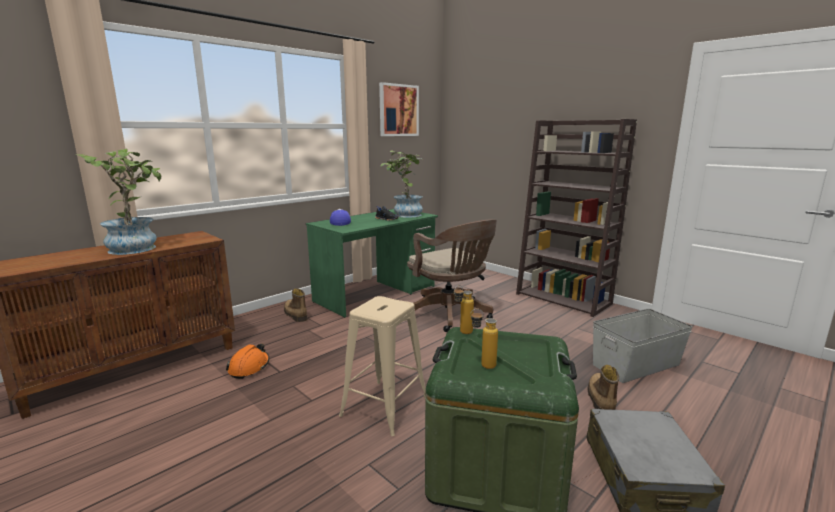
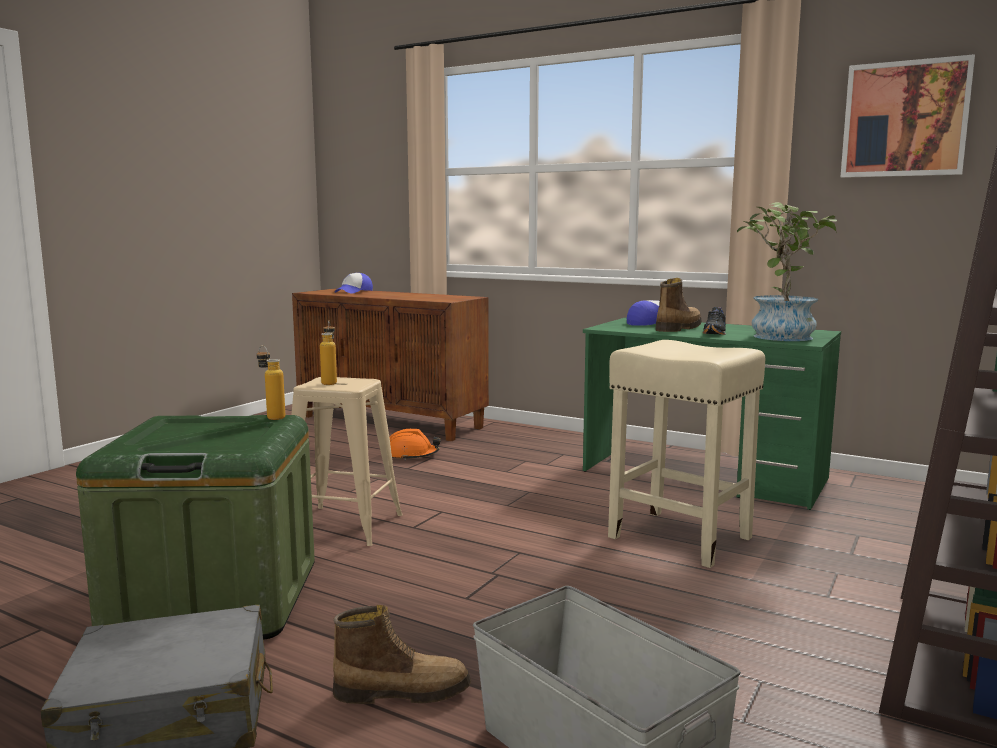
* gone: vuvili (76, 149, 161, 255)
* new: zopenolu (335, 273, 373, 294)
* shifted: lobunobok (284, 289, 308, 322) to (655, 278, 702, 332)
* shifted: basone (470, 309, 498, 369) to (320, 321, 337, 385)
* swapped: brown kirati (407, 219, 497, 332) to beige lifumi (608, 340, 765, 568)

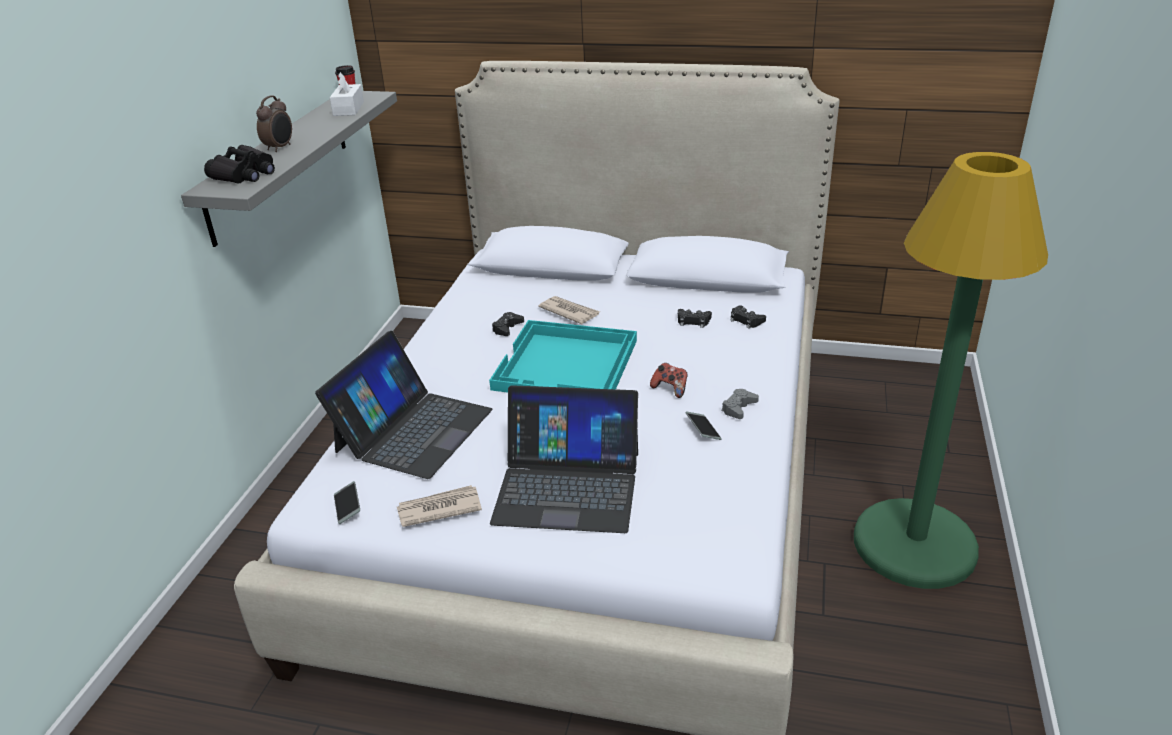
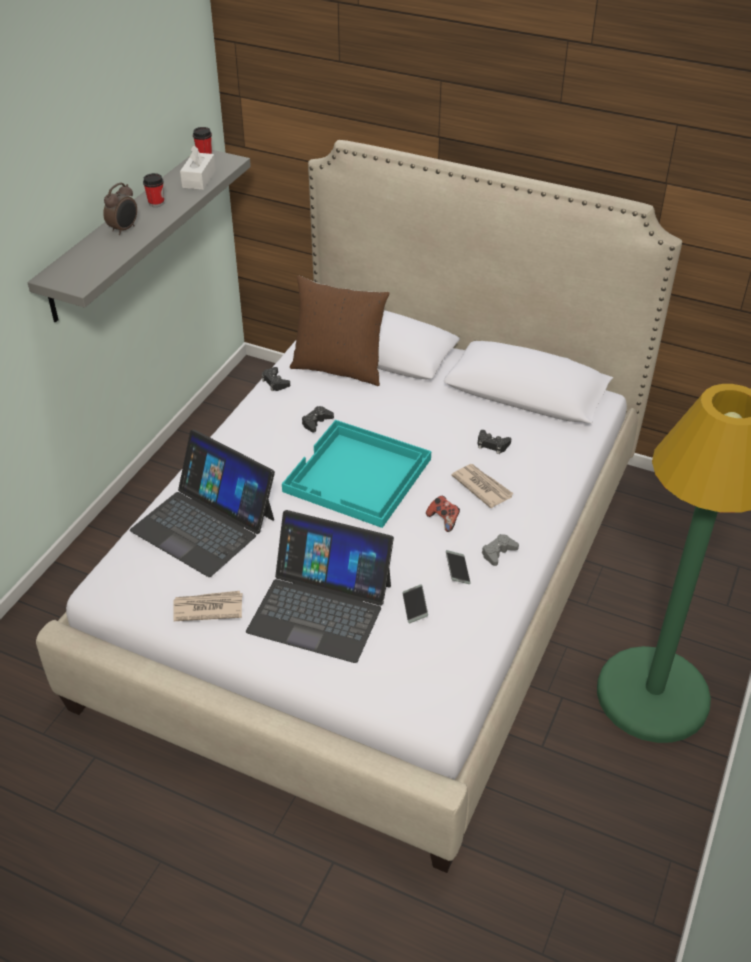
* gone: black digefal (204, 145, 275, 184)
* new: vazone (143, 173, 164, 207)
* new: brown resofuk (290, 276, 390, 386)
* shifted: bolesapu (334, 481, 360, 524) to (402, 584, 428, 623)
* shifted: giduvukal (538, 296, 600, 324) to (451, 464, 514, 508)
* shifted: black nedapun (730, 306, 766, 329) to (262, 367, 290, 391)
* rotated: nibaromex (315, 331, 492, 479) = (130, 430, 275, 577) 90 degrees clockwise

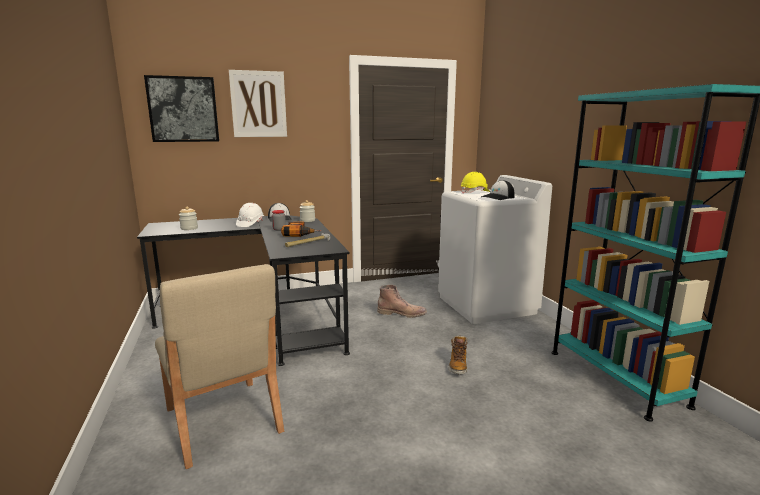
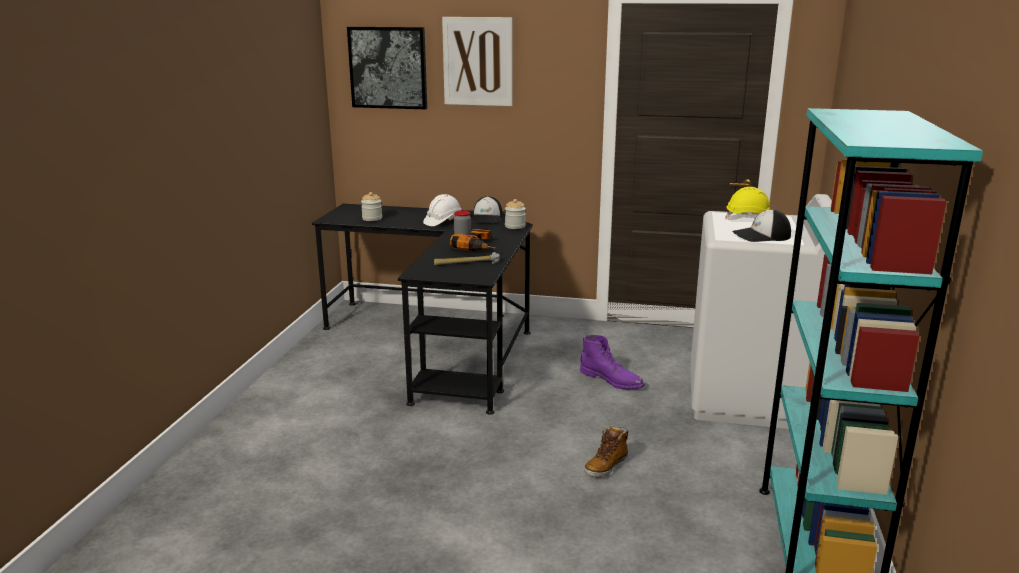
* gone: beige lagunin (155, 264, 284, 469)
* repainted: brown lobunobok (377, 285, 427, 318) to purple lobunobok (580, 335, 645, 390)

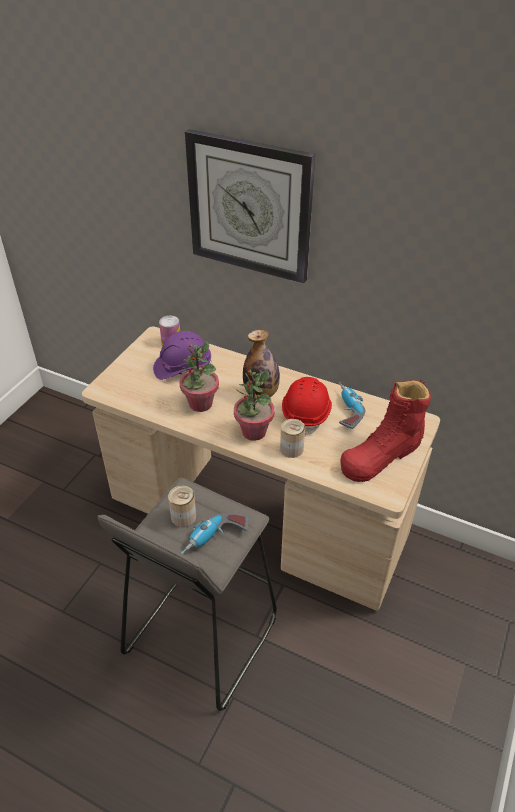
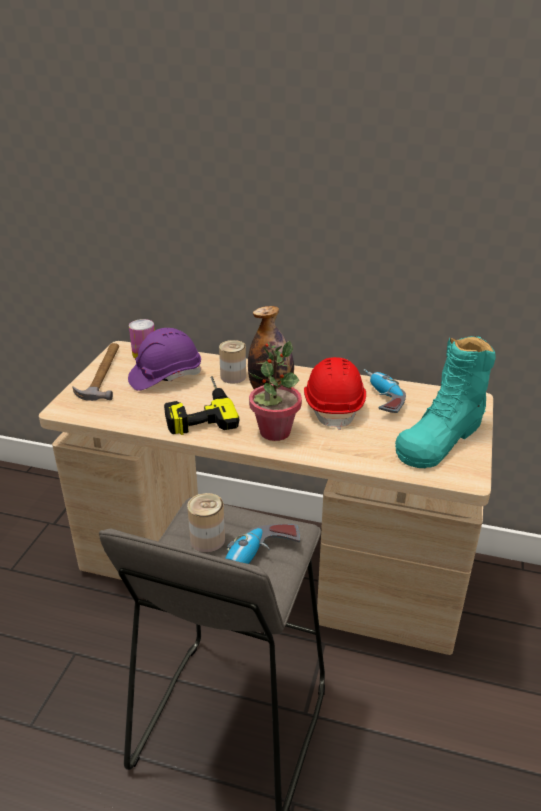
* gone: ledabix (185, 129, 315, 284)
* new: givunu (72, 343, 119, 401)
* shifted: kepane (280, 419, 305, 458) to (219, 340, 246, 384)
* swapped: vuvili (179, 341, 219, 412) to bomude (164, 377, 239, 435)
* repainted: red lobunobok (340, 380, 431, 482) to turquoise lobunobok (395, 336, 496, 468)

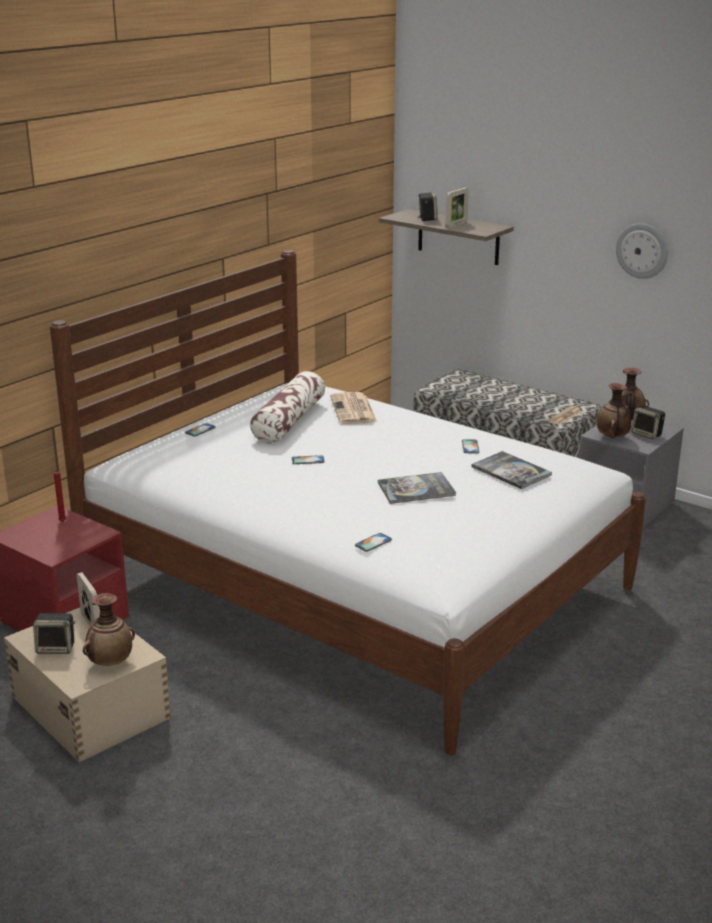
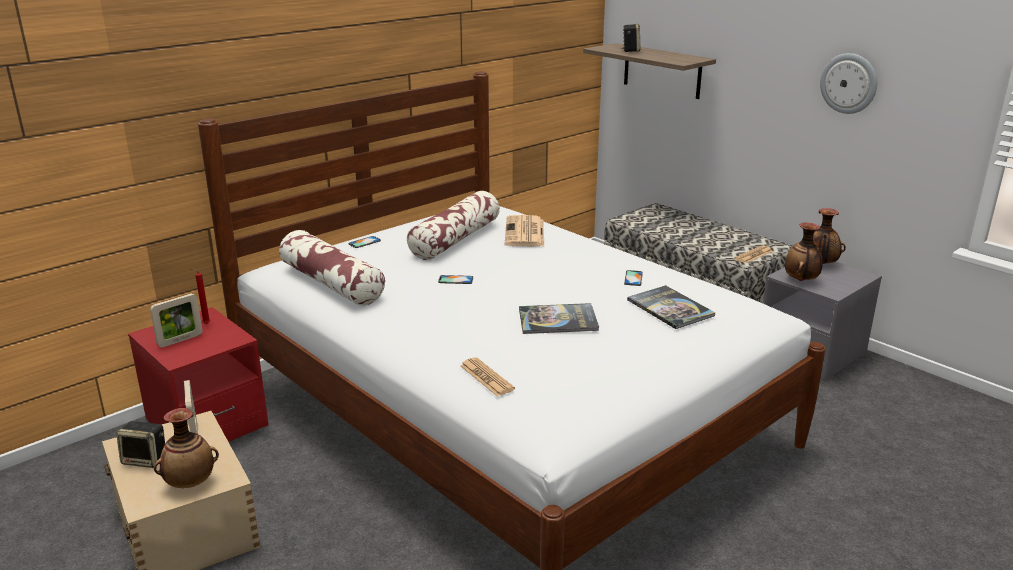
* gone: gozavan (631, 406, 665, 439)
* new: resofuk (279, 230, 385, 306)
* shifted: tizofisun (445, 188, 469, 228) to (150, 293, 203, 347)
* swapped: bolesapu (355, 533, 392, 552) to giduvukal (460, 358, 515, 396)

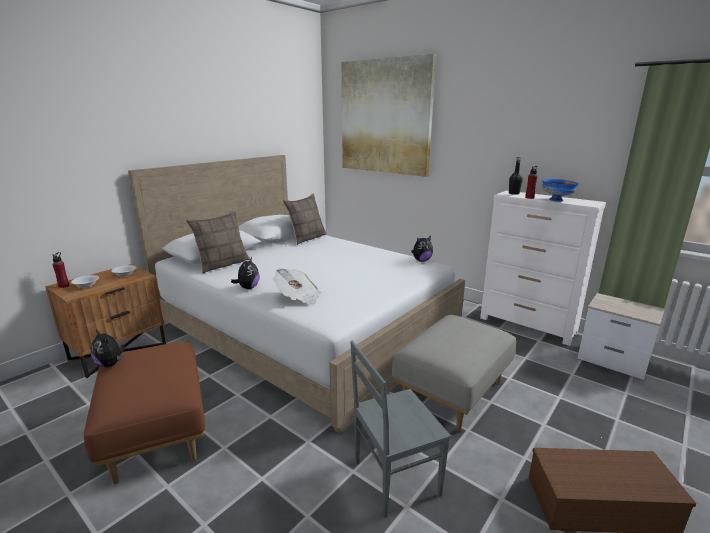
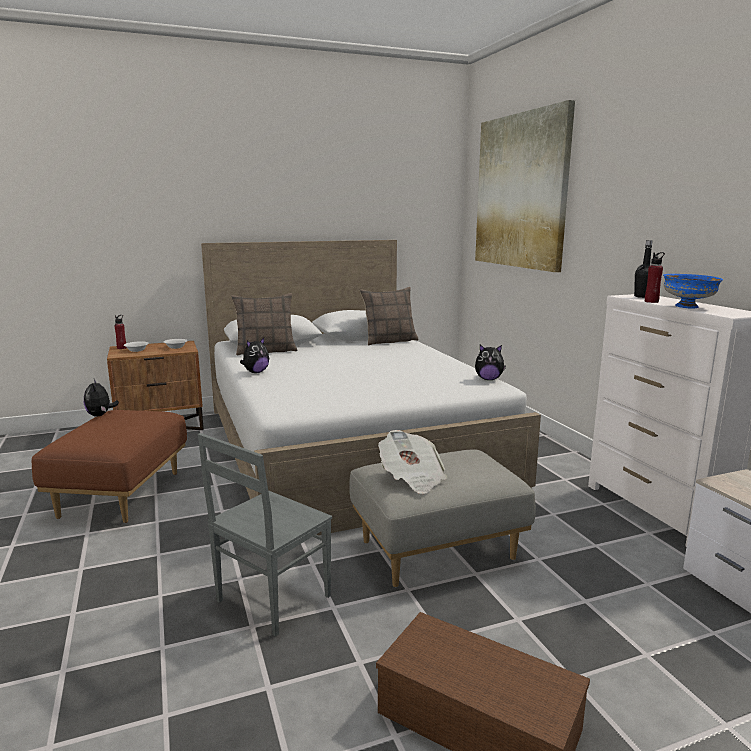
* shifted: giduvukal (273, 268, 321, 306) to (378, 430, 447, 494)
* rotated: grey lagunin (350, 341, 451, 518) = (198, 433, 332, 637) 60 degrees counterclockwise

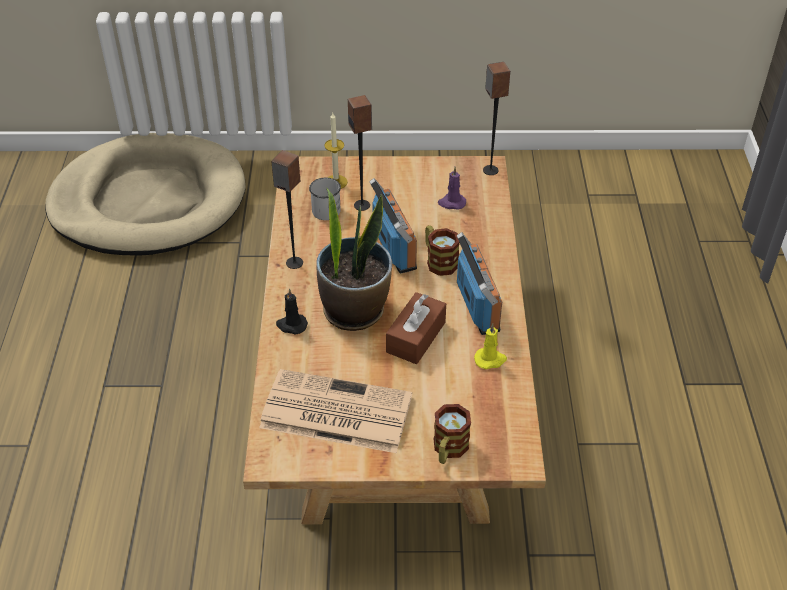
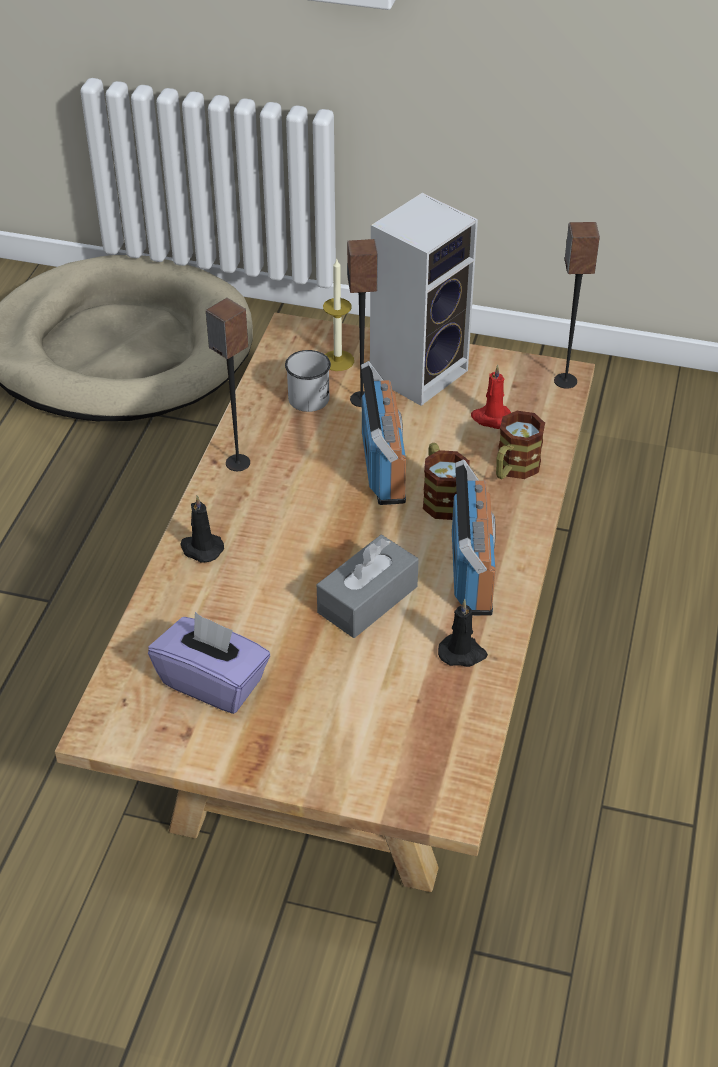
* gone: vuvili (316, 188, 392, 331)
* new: gozavan (370, 193, 478, 406)
* shifted: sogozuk (434, 404, 471, 464) to (496, 411, 545, 479)
* swapped: giduvukal (259, 369, 412, 453) to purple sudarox (148, 612, 270, 714)
* repainted: brown sudarox (386, 292, 446, 364) to grey sudarox (317, 535, 419, 638)
* repainted: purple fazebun (438, 167, 466, 209) to red fazebun (471, 364, 511, 429)
* repainted: yellow fazebun (474, 323, 507, 369) to black fazebun (438, 599, 488, 667)

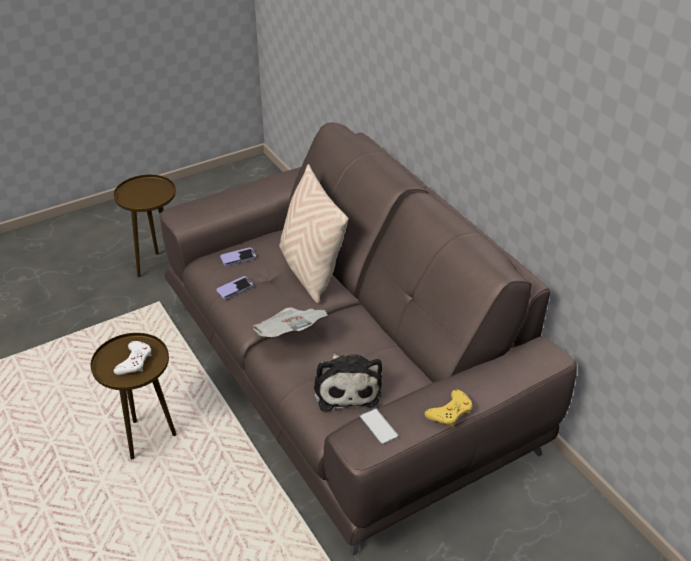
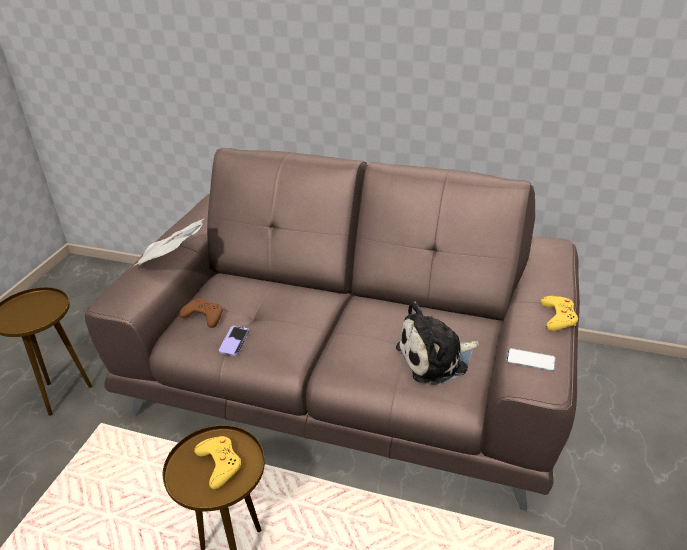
* gone: beige resofuk (279, 164, 349, 303)
* shifted: giduvukal (253, 307, 327, 337) to (134, 218, 205, 266)
* swapped: bolesapu (220, 247, 256, 266) to brown nedapun (179, 298, 223, 328)
* repainted: white nedapun (114, 341, 151, 375) to yellow nedapun (194, 436, 241, 489)
* rotated: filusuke (314, 354, 382, 411) = (396, 301, 479, 385) 120 degrees clockwise

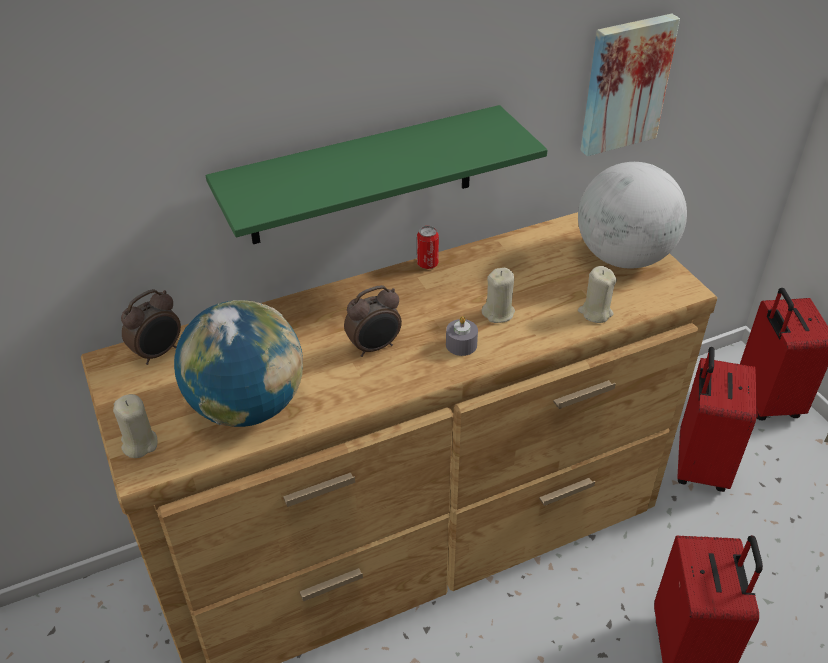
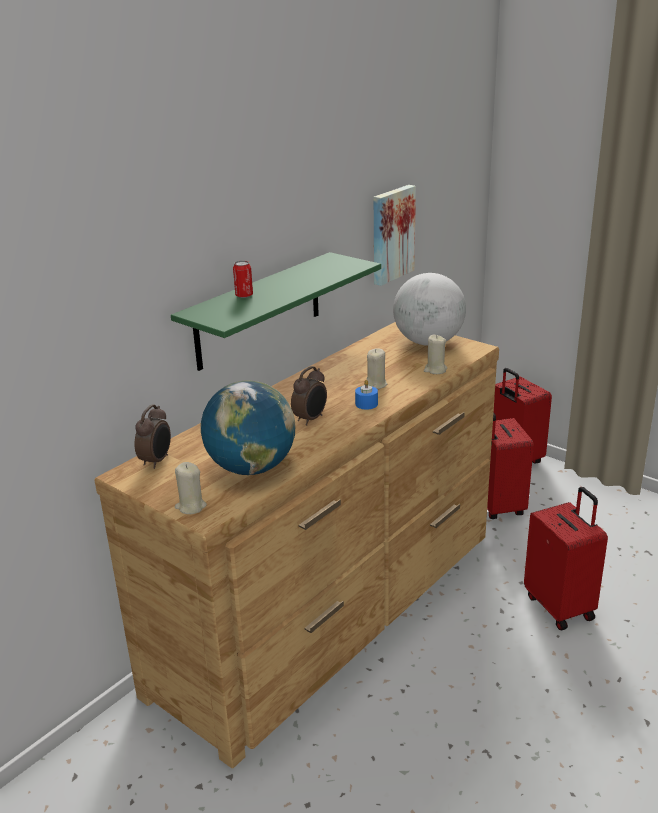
* shifted: kepane (417, 226, 439, 269) to (233, 261, 253, 298)
* repainted: grey fazebun (446, 316, 478, 356) to blue fazebun (355, 380, 378, 410)

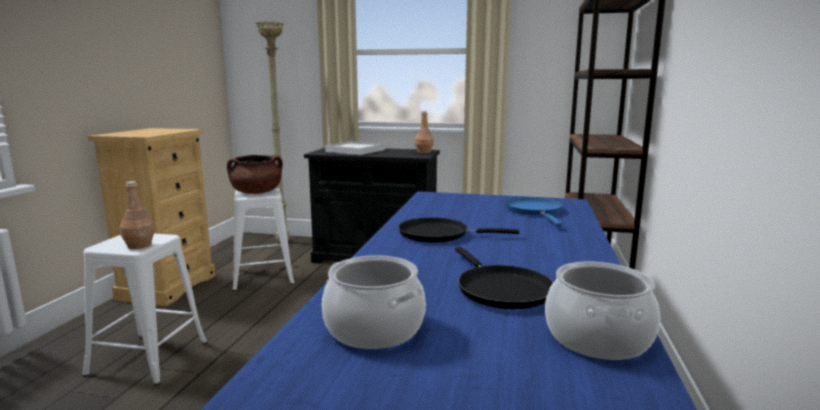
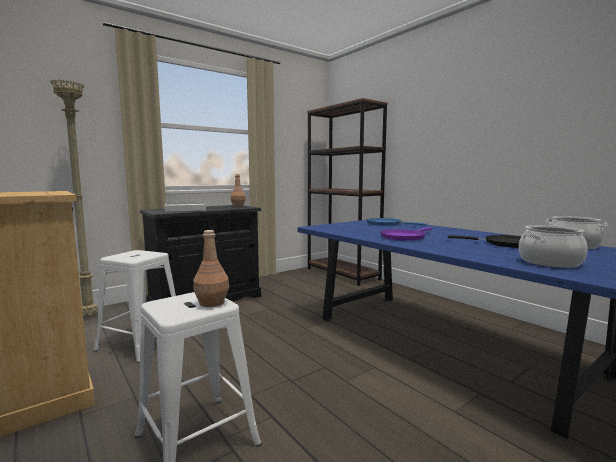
* gone: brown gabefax (227, 155, 283, 194)
* repainted: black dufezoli (398, 217, 519, 243) to purple dufezoli (380, 228, 432, 241)

